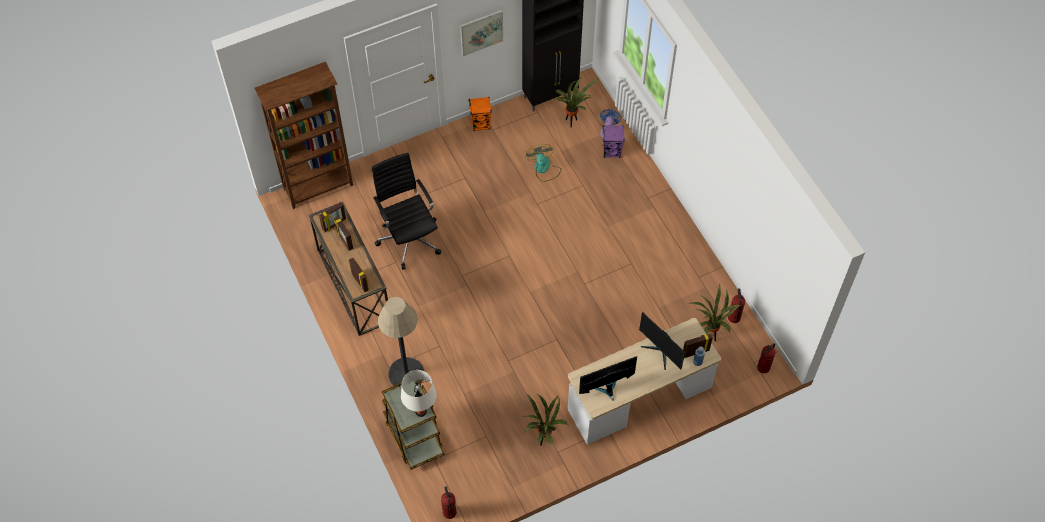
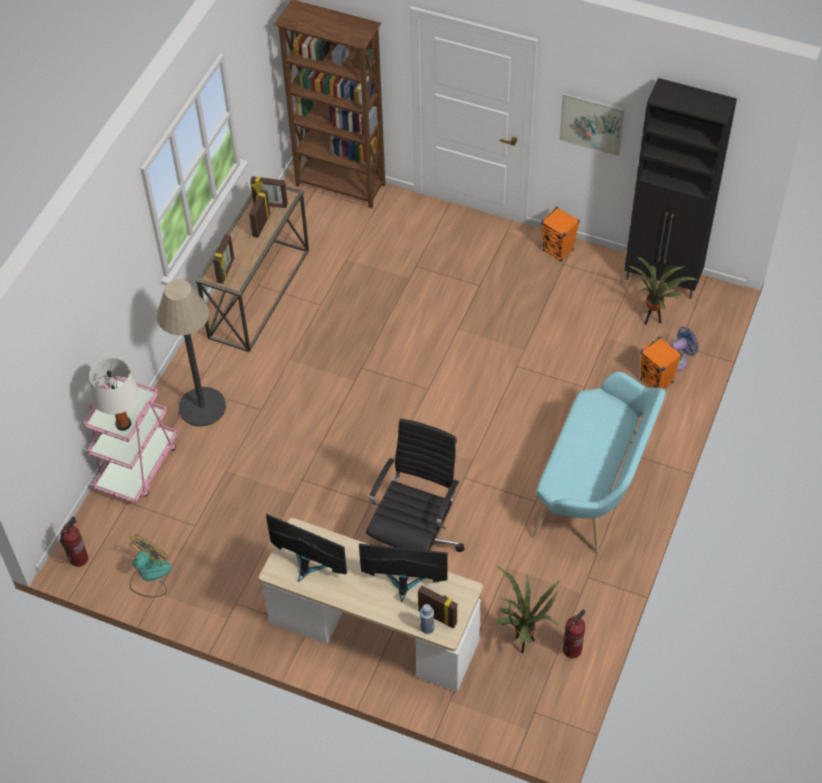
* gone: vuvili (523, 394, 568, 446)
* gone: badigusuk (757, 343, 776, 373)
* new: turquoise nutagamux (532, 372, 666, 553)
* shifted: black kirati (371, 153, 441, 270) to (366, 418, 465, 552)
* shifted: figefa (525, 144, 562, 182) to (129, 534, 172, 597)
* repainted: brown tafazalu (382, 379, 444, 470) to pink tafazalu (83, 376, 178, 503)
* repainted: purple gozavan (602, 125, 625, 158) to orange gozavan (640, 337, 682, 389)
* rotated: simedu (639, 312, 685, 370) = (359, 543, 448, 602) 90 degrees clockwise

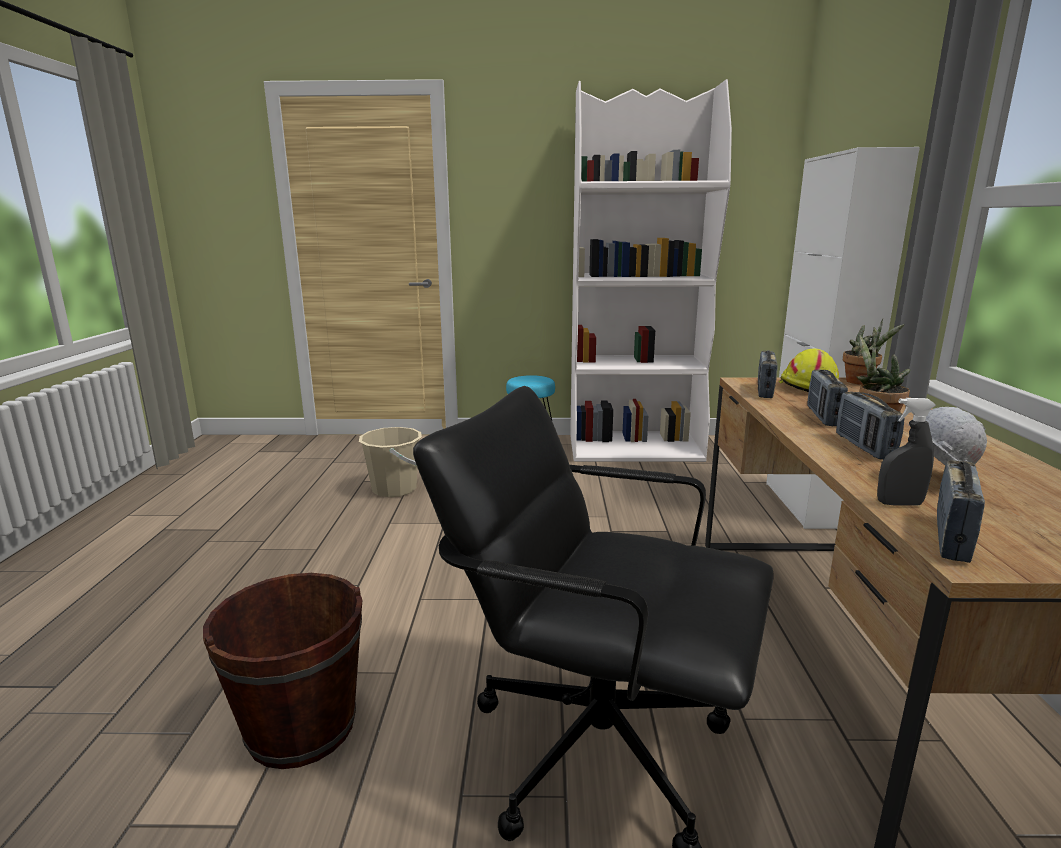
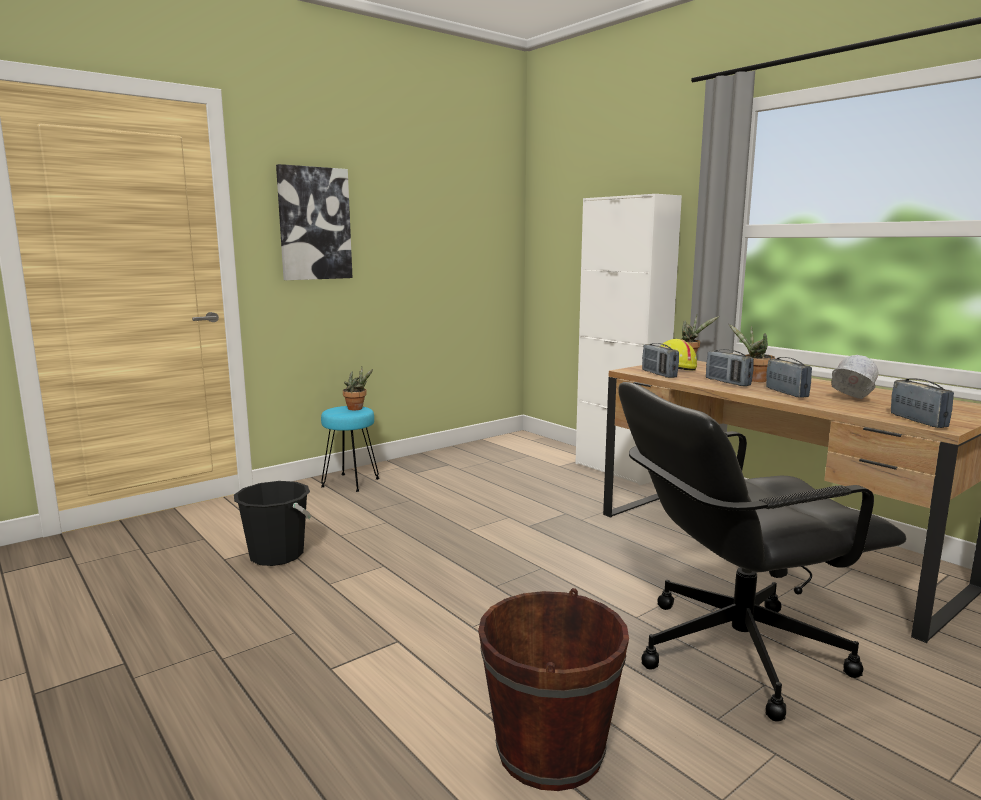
* gone: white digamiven (570, 79, 732, 462)
* gone: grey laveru (877, 398, 936, 506)
* new: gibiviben (276, 164, 353, 280)
* new: vuvili (343, 367, 373, 410)
* repainted: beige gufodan (359, 427, 422, 497) to black gufodan (234, 481, 311, 566)
* rotated: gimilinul (836, 392, 905, 460) = (766, 357, 812, 398) 150 degrees counterclockwise

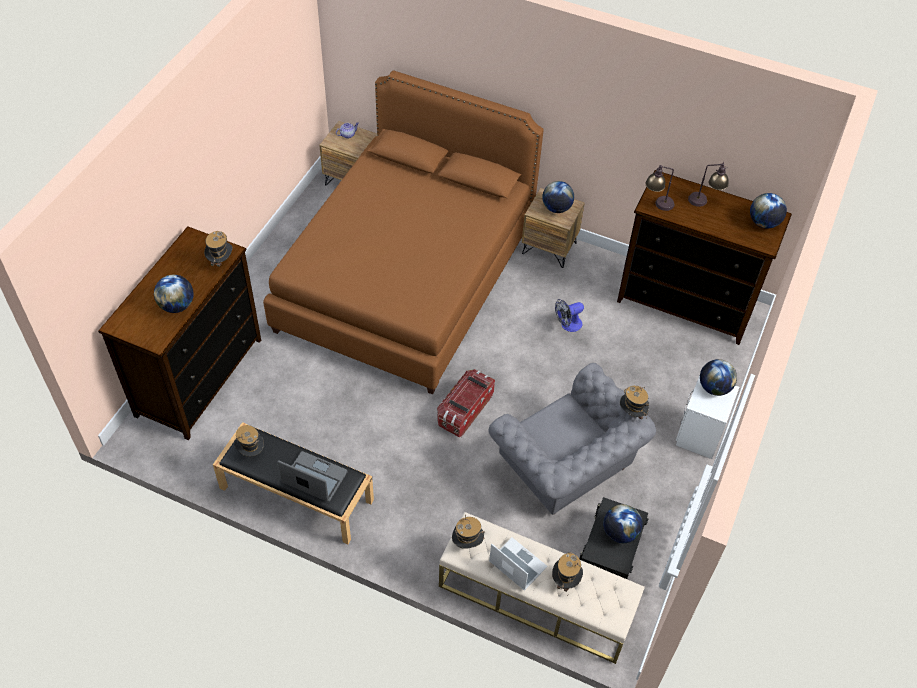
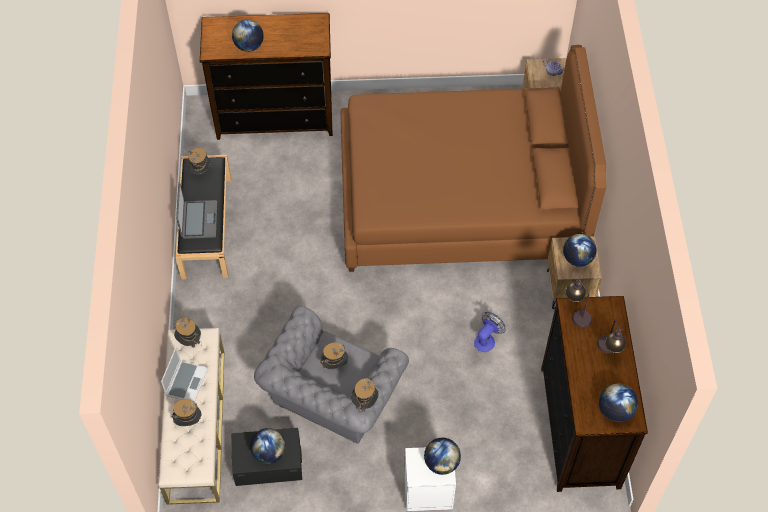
* gone: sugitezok (437, 369, 495, 437)
* shifted: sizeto (204, 231, 233, 270) to (320, 342, 348, 373)
* rotated: figefa (555, 299, 584, 332) = (474, 312, 506, 352) 90 degrees clockwise

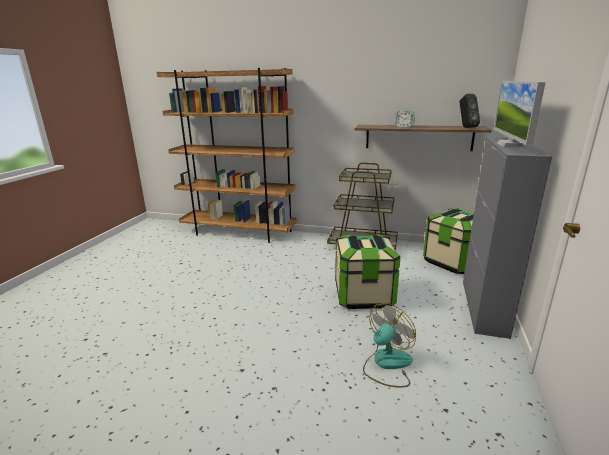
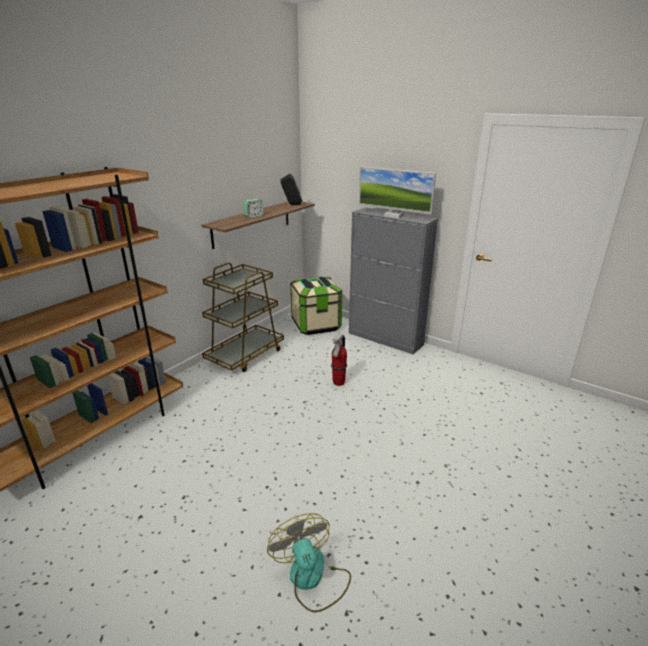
* shifted: figefa (363, 303, 416, 388) to (267, 513, 351, 613)
* swapped: sugitezok (335, 234, 400, 309) to badigusuk (331, 334, 347, 386)

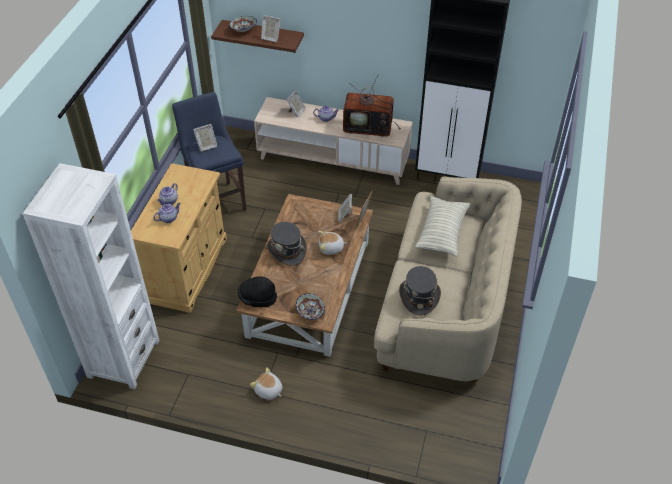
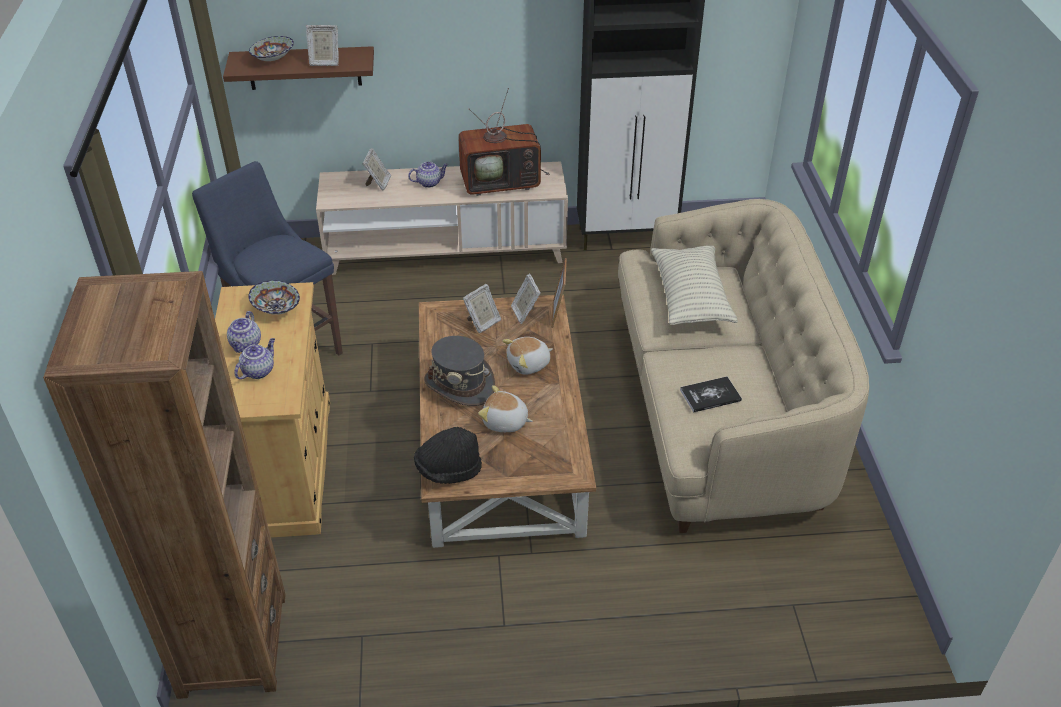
* shifted: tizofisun (193, 124, 217, 152) to (463, 284, 501, 333)
* shifted: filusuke (250, 367, 282, 400) to (478, 385, 533, 432)
* shifted: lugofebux (296, 293, 325, 320) to (248, 280, 300, 315)
* swapped: grey sizeto (399, 266, 441, 316) to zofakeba (680, 376, 742, 413)
* repainted: white digamiven (23, 163, 160, 389) to brown digamiven (43, 271, 286, 699)

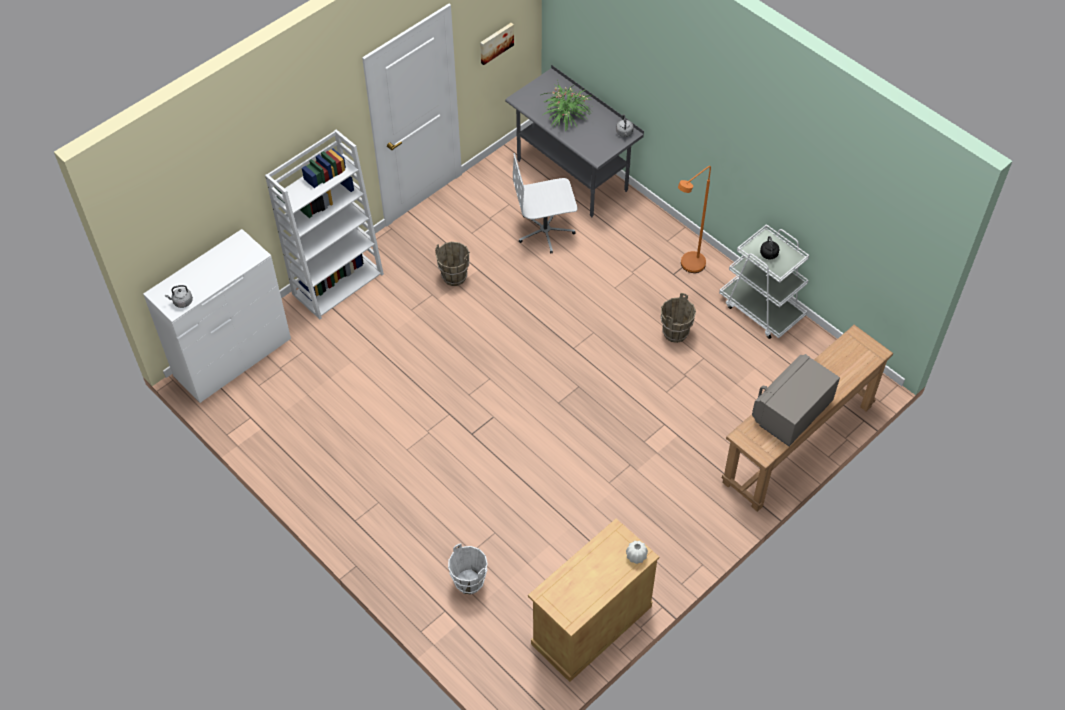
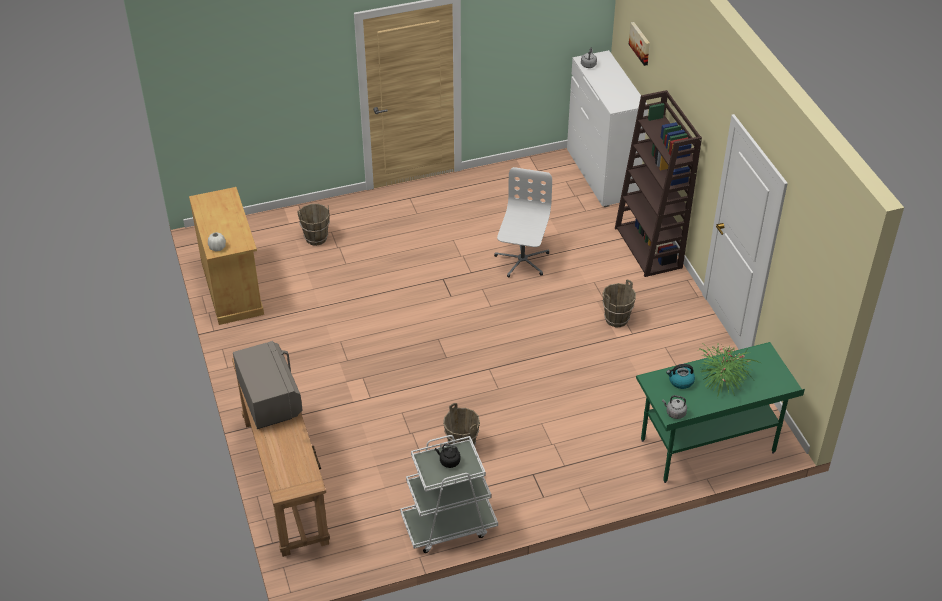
* gone: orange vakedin (678, 166, 711, 273)
* new: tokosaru (666, 364, 695, 389)
* shifted: gibiviben (480, 23, 514, 65) to (629, 22, 650, 66)
* shifted: white kirati (513, 153, 578, 253) to (494, 167, 552, 277)
* repainted: white digamiven (265, 129, 384, 319) to brown digamiven (615, 90, 702, 277)
* repainted: white gufodan (448, 543, 488, 594) to brown gufodan (297, 204, 330, 246)
* repainted: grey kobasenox (505, 65, 644, 218) to green kobasenox (636, 342, 805, 483)

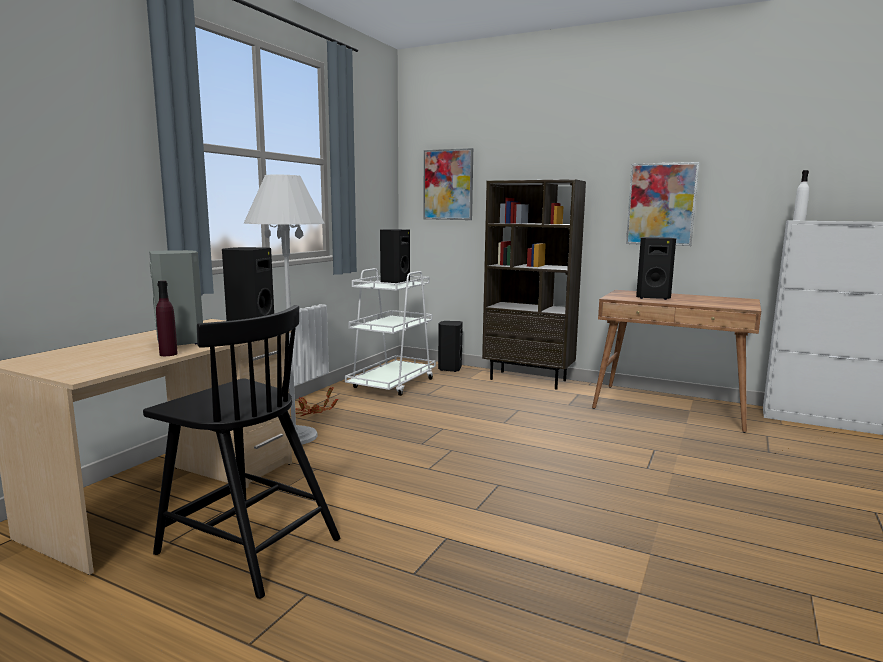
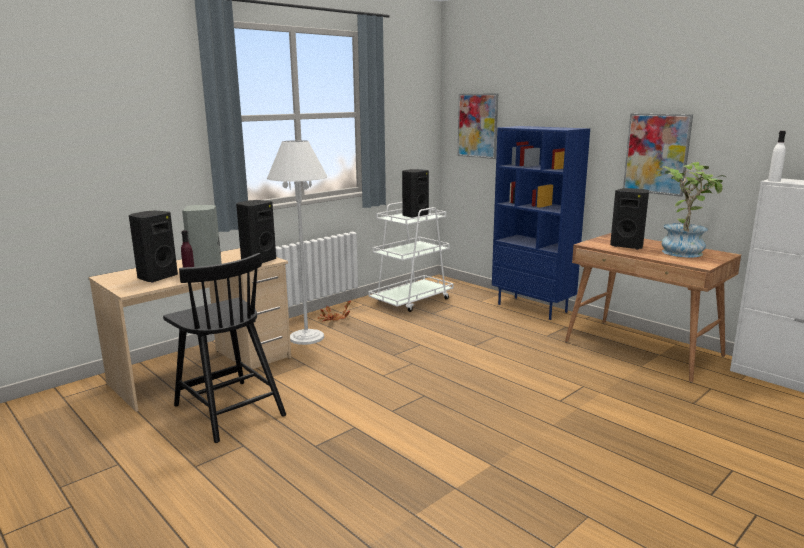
* new: vuvili (662, 162, 726, 257)
* shifted: black gozavan (438, 321, 463, 372) to (129, 210, 178, 282)
* repainted: brown digamiven (482, 179, 586, 389) to blue digamiven (492, 126, 590, 320)

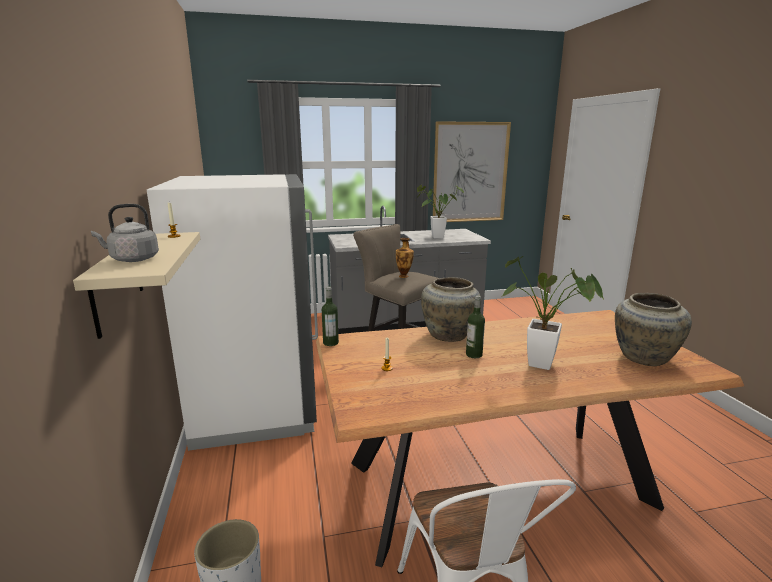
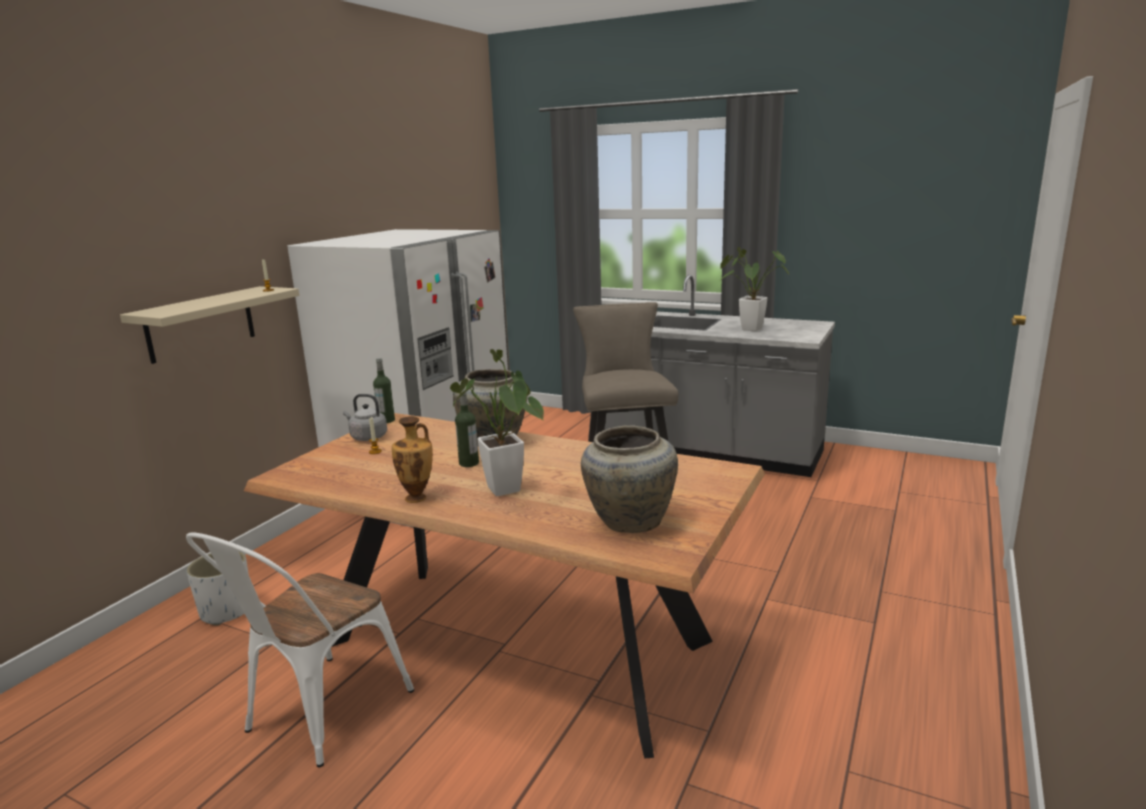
* gone: gibiviben (433, 121, 511, 222)
* shifted: grey tokosaru (91, 204, 159, 262) to (343, 394, 387, 441)
* shifted: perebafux (396, 238, 414, 278) to (392, 416, 433, 503)

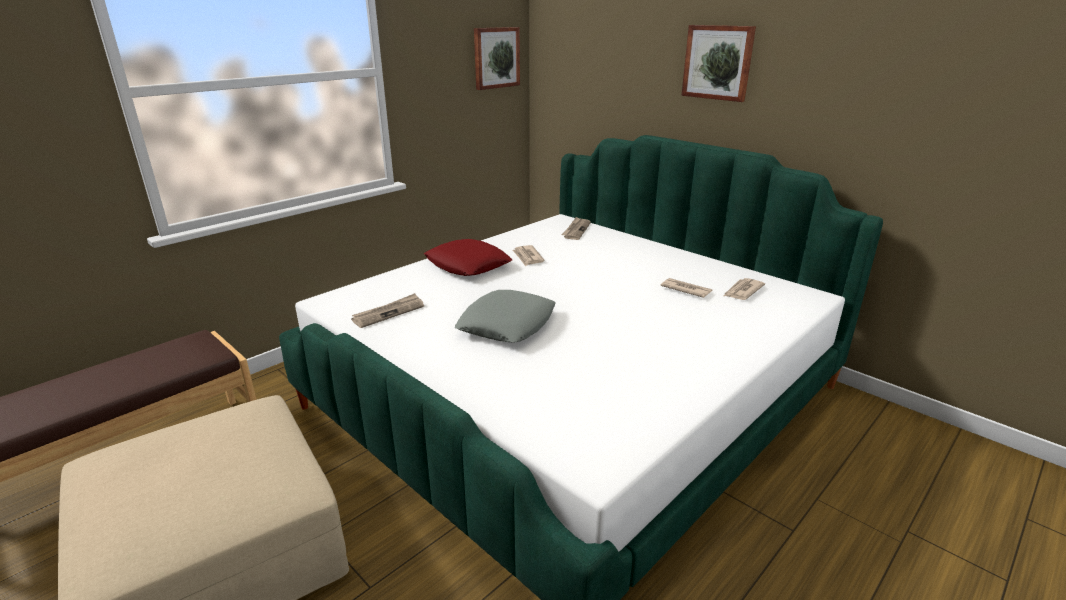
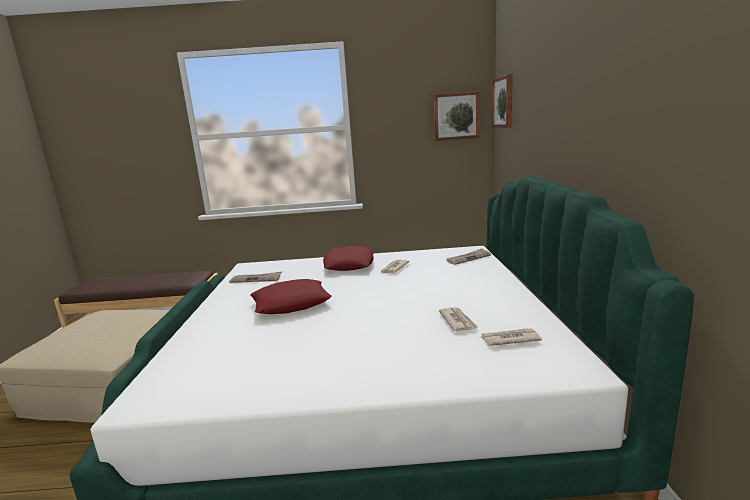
* shifted: gibiviben (681, 25, 756, 102) to (492, 74, 513, 128)
* repainted: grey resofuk (455, 290, 556, 342) to red resofuk (250, 279, 332, 314)

